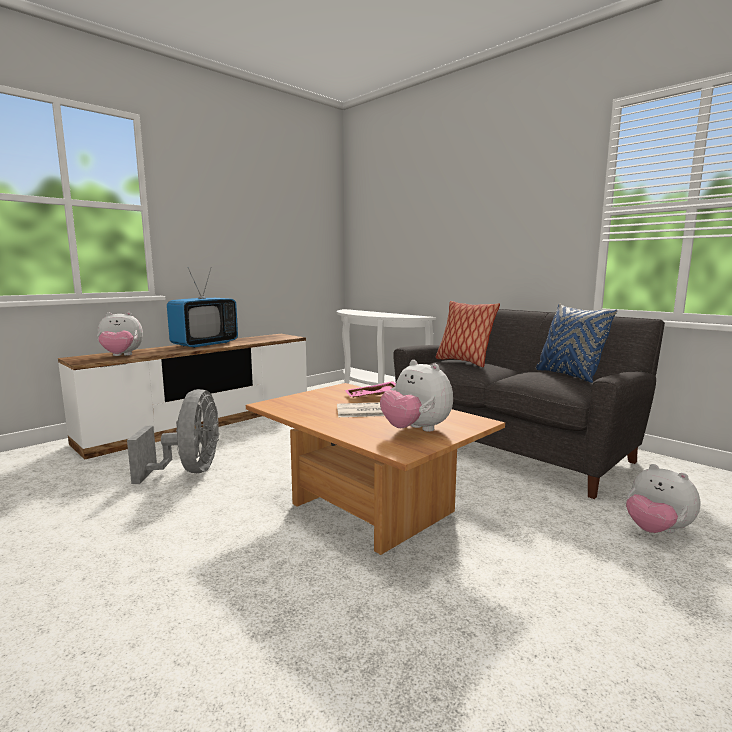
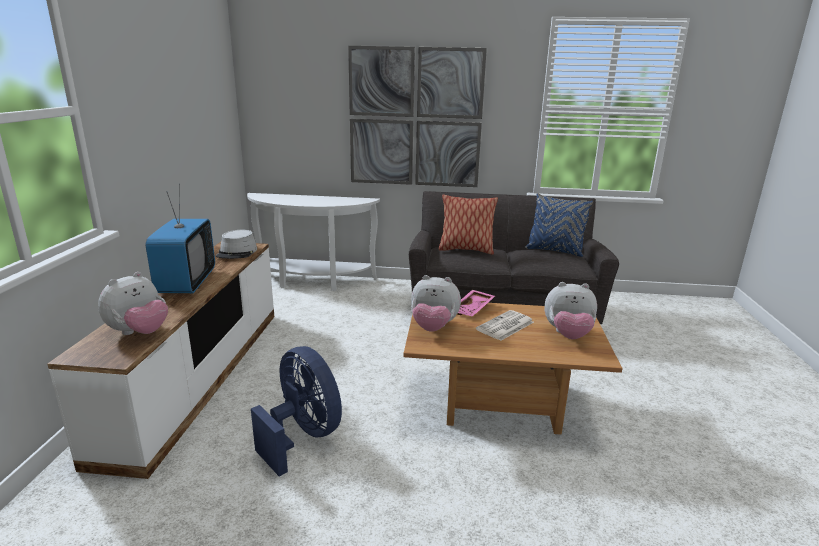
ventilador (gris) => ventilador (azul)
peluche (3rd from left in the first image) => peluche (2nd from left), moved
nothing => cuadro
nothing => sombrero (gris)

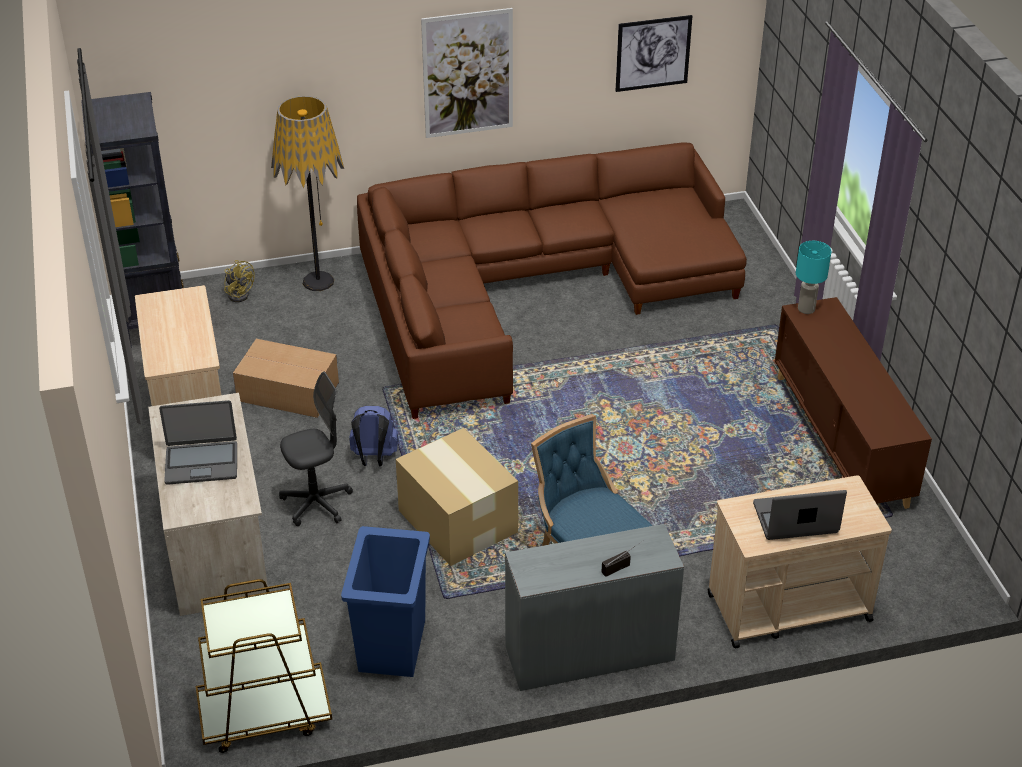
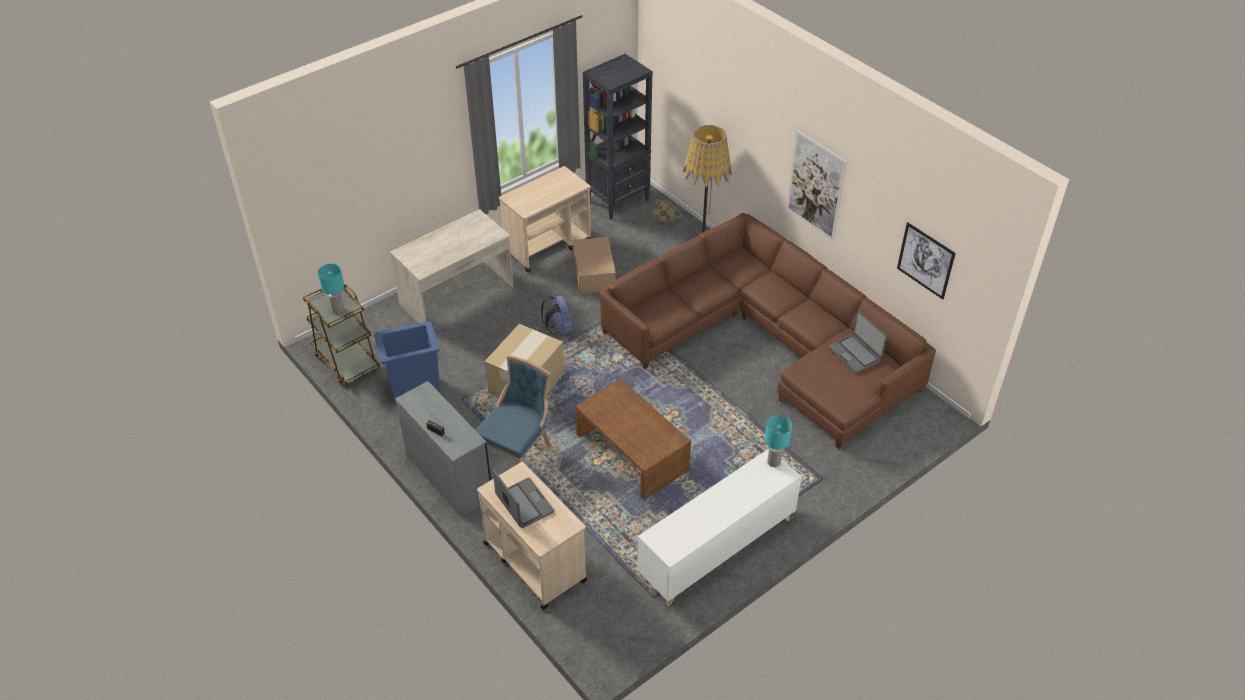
armario (marrón) => armario (blanco)
silla de oficina (gris) => nothing
portátil (1st from left in the first image) => portátil (2nd from left), moved
nothing => lámpara de mesa (turquesa) (1st from left)
nothing => mesa de centro (marrón)

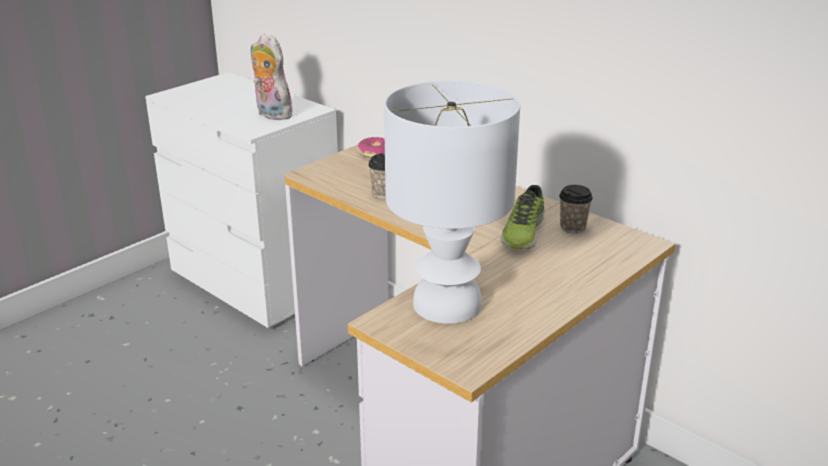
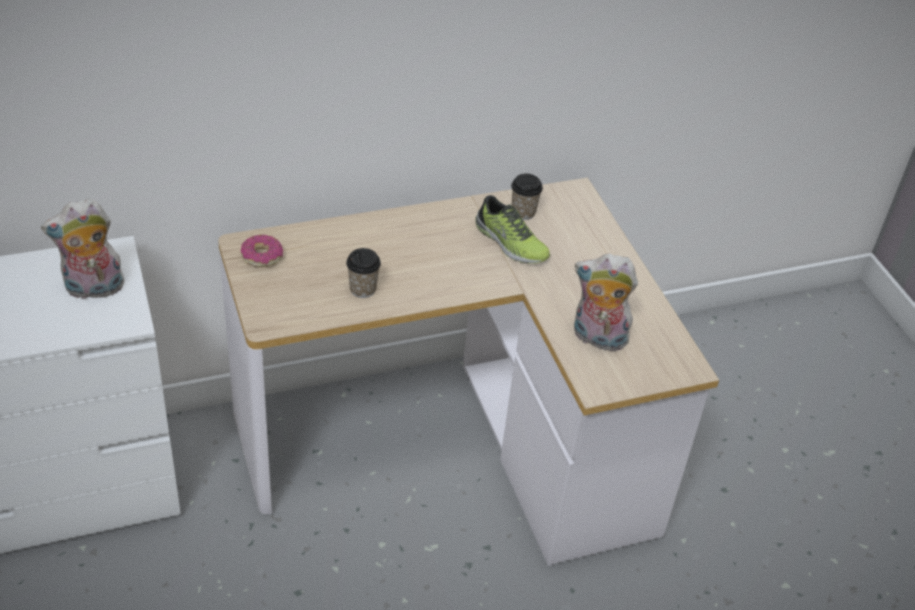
lámpara de mesa (blanco) => peluche (2nd from left)

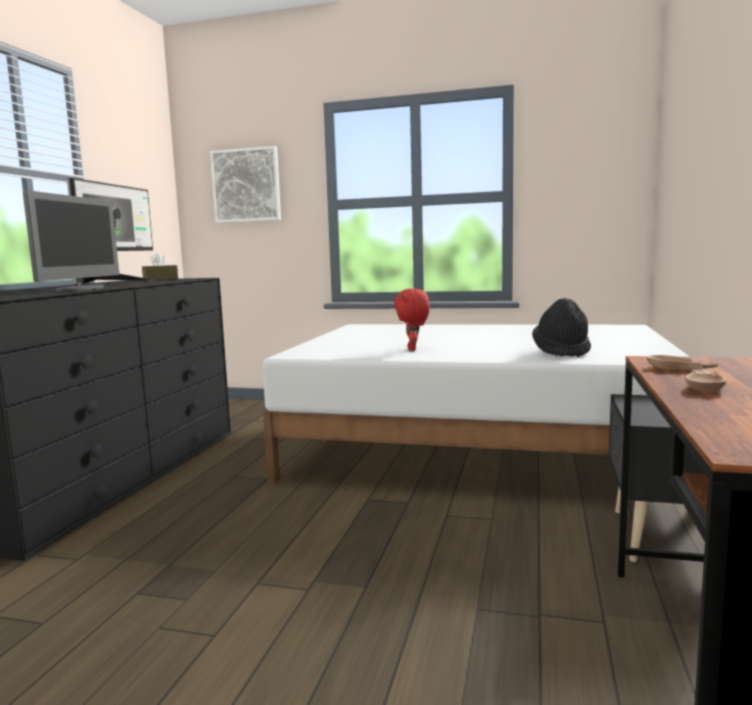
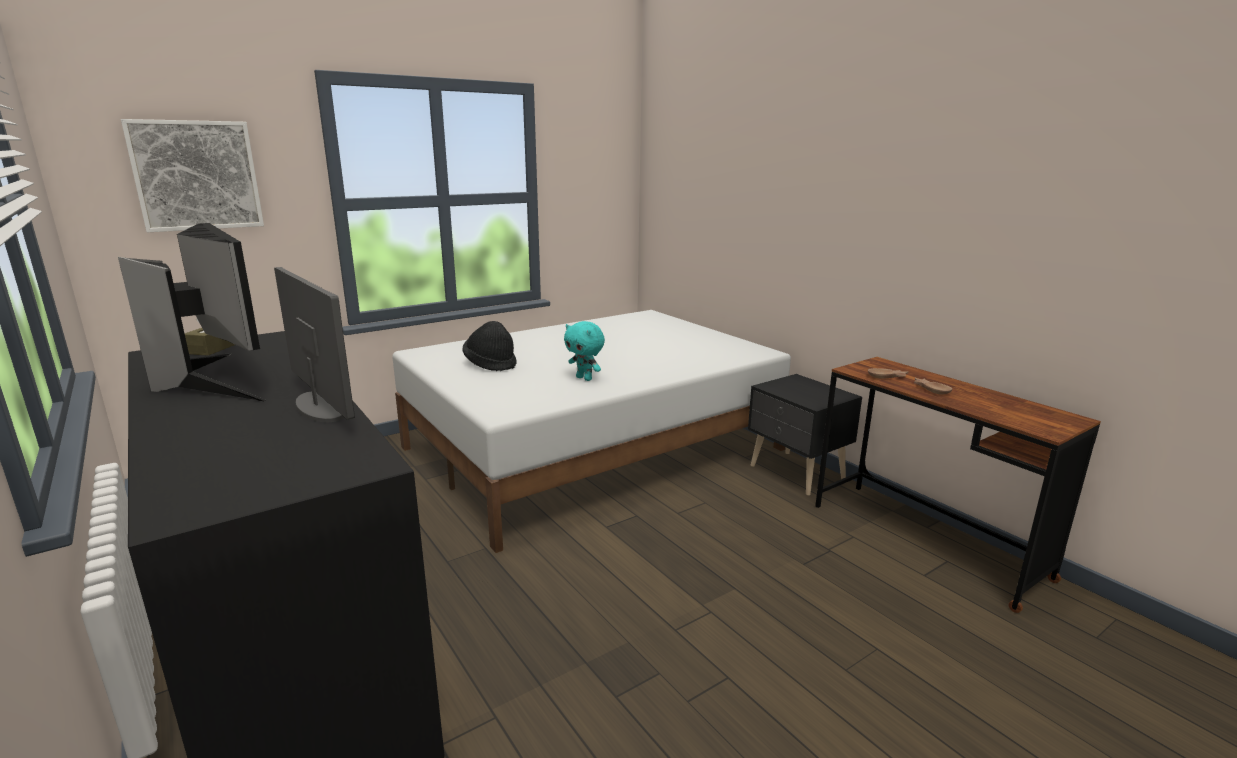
peluche (rojo) => peluche (turquesa)
sombrero (negro), moved

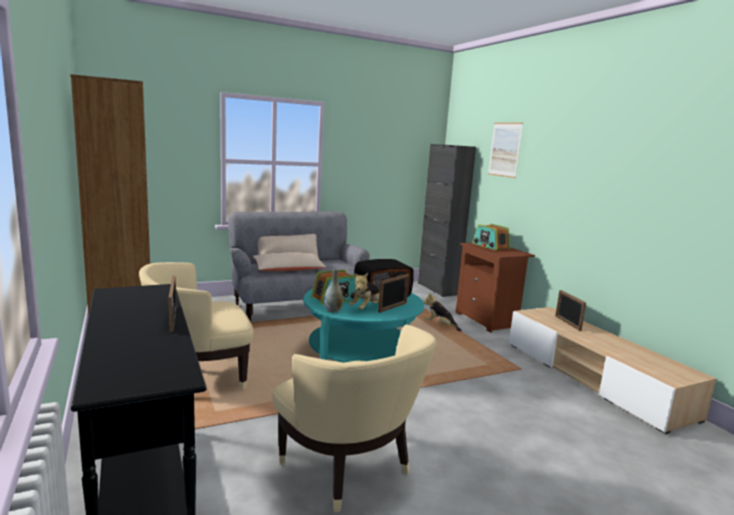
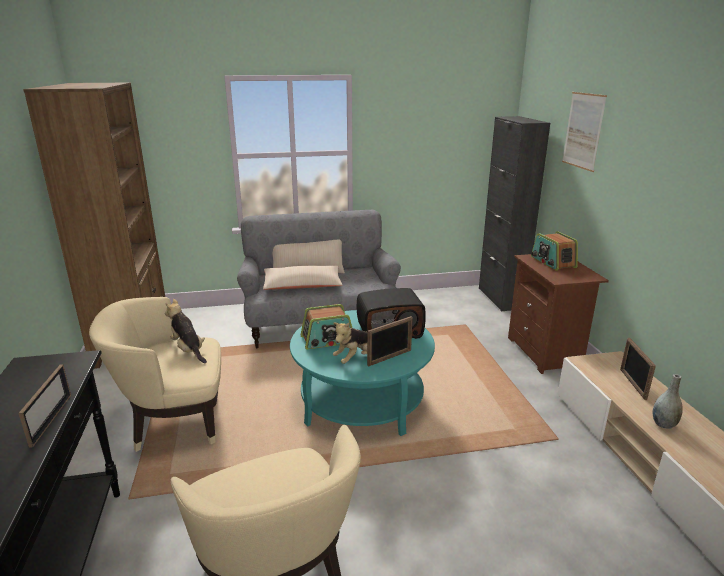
florero (gris), moved
peluche (2nd from left in the first image) => peluche (1st from left), moved

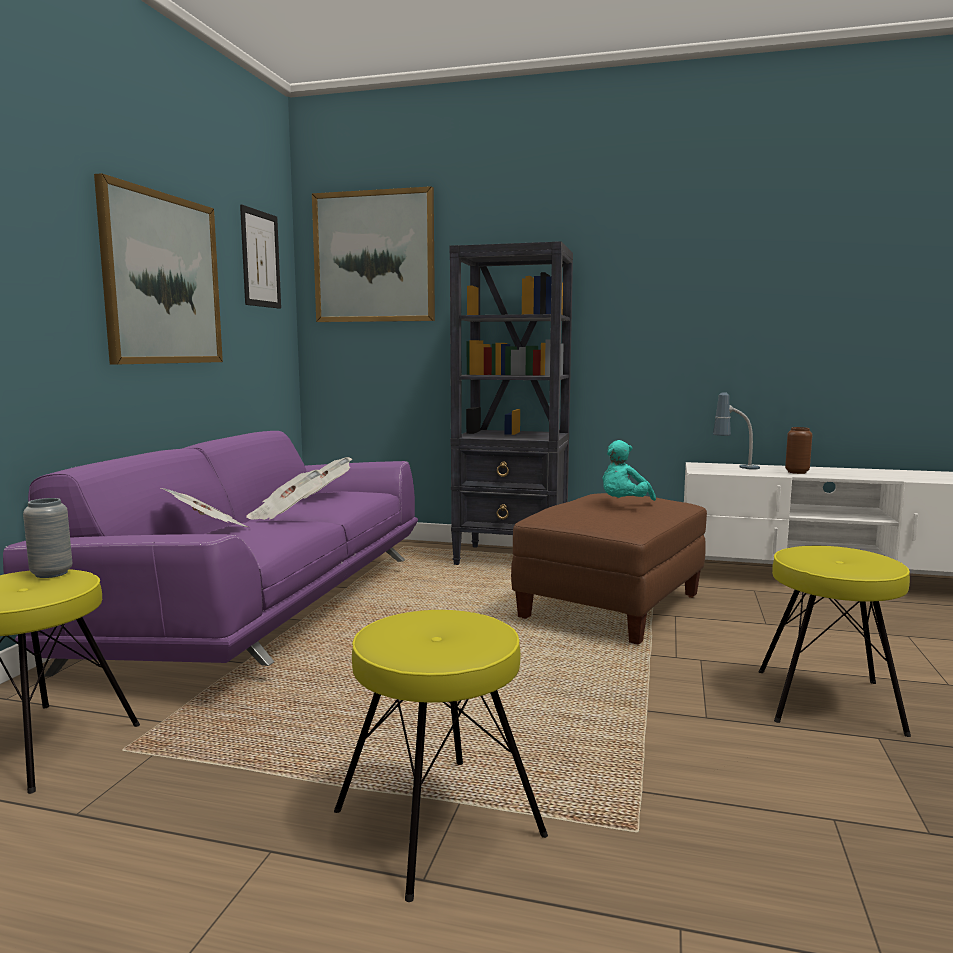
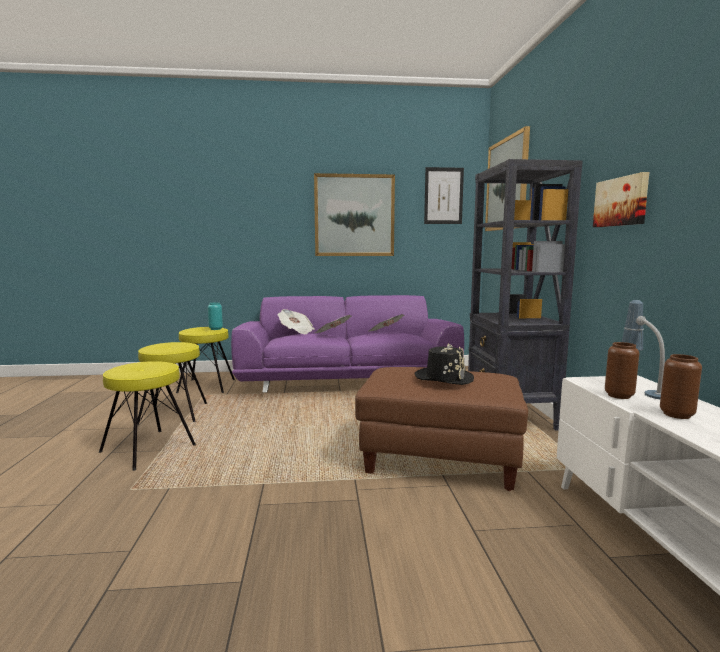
peluche (turquesa) => sombrero (negro)
florero (gris) => florero (turquesa)
taburete (amarillo) (3rd from left in the first image) => taburete (amarillo) (2nd from left), moved
nothing => cuadro (4th from left)
nothing => florero (marrón) (1st from left)

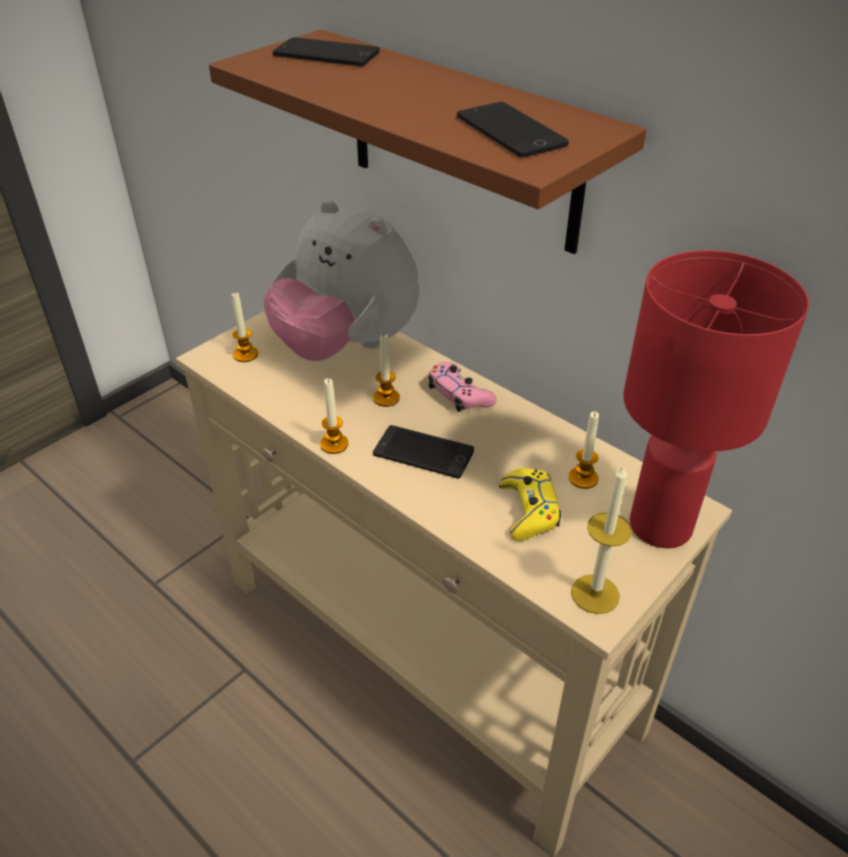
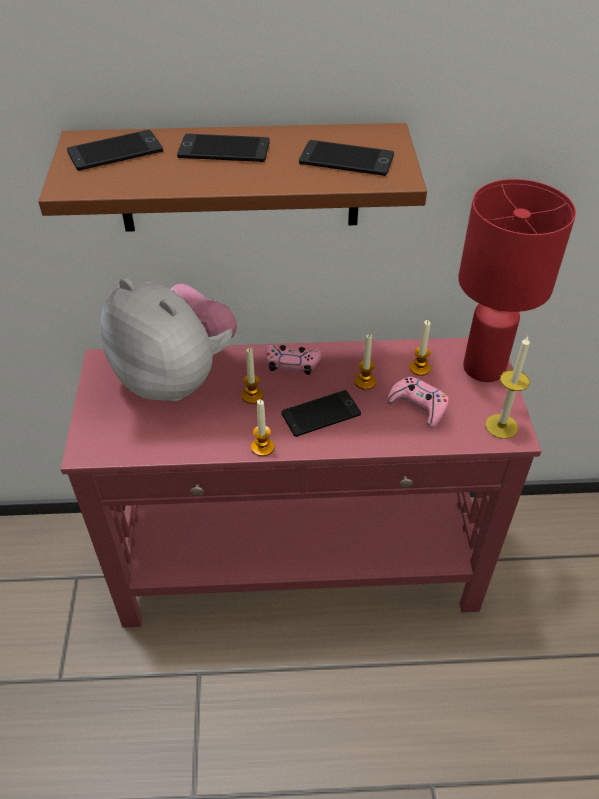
peluche, 135 degrees counterclockwise
vela (1st from left in the first image) => vela (3rd from left), moved
mesa consola (beis) => mesa consola (rojo)
mando de consola (amarillo) => mando de consola (rosa) (2nd from left)
nothing => móvil (2nd from left)

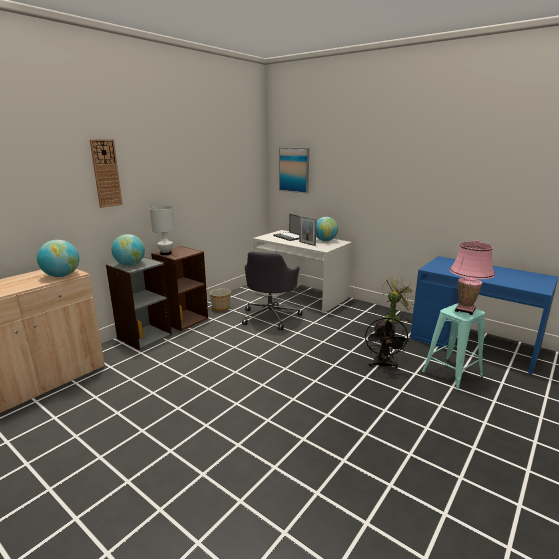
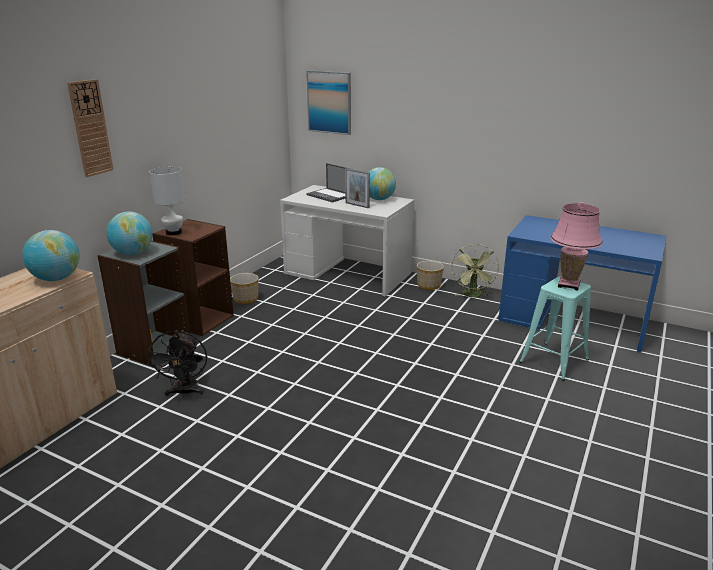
silla de oficina (gris) => nothing
ventilador (verde), 150 degrees clockwise
ventilador (negro), moved
nothing => maceta (2nd from left)

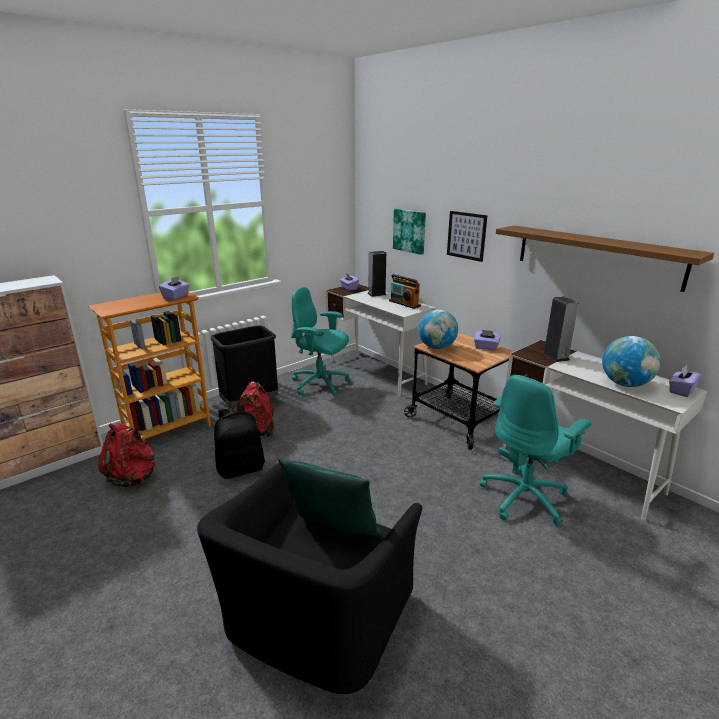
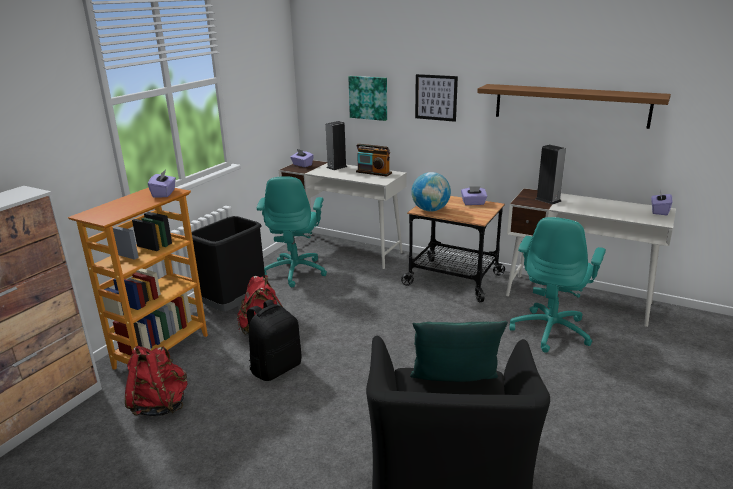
silla de oficina (turquesa) (1st from left), 90 degrees counterclockwise
globo terráqueo (2nd from left) => nothing

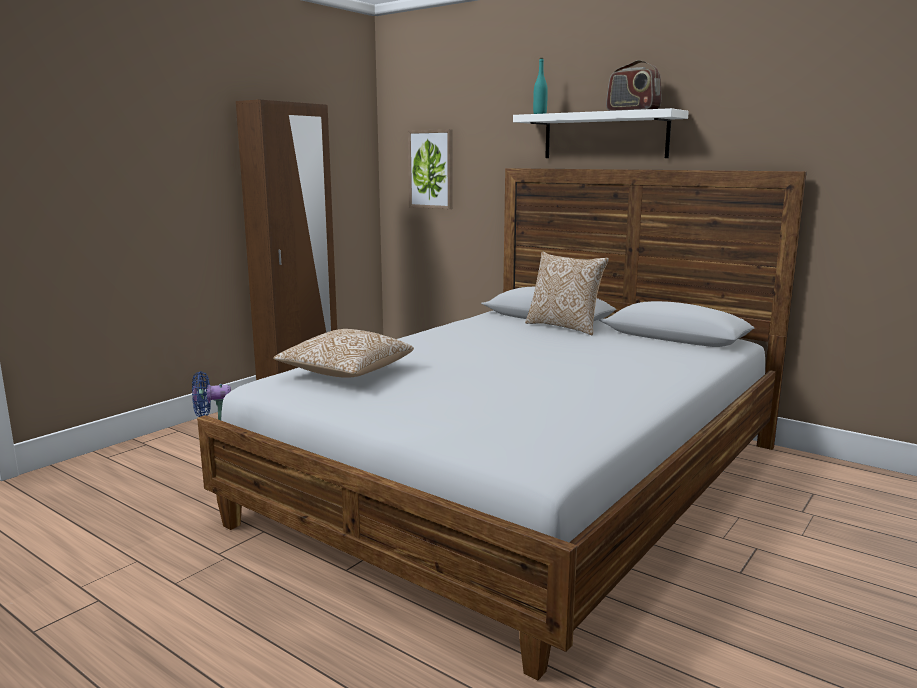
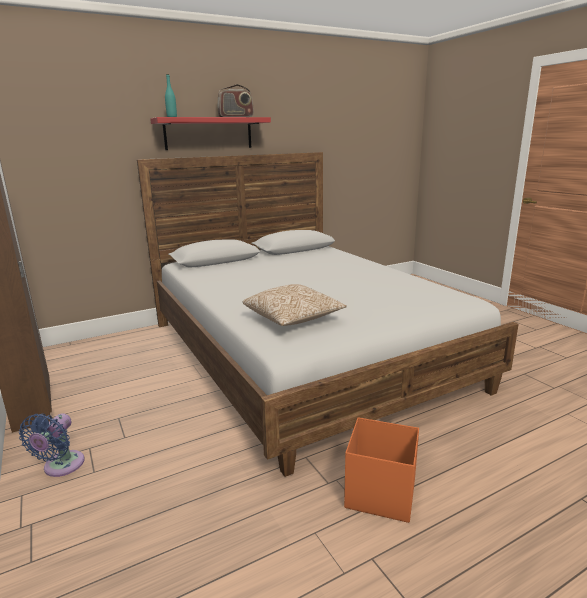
estante (blanco) => estante (rojo)
cuadro => nothing
cojín (2nd from left) => nothing
nothing => caja de almacenaje (naranja)

